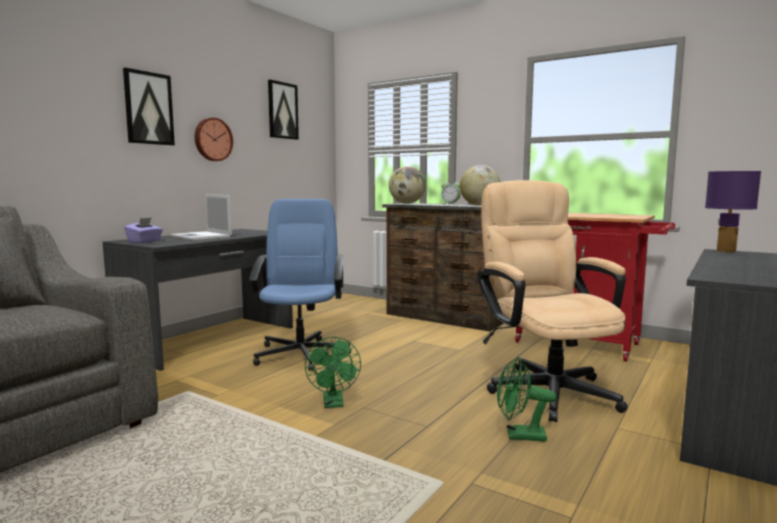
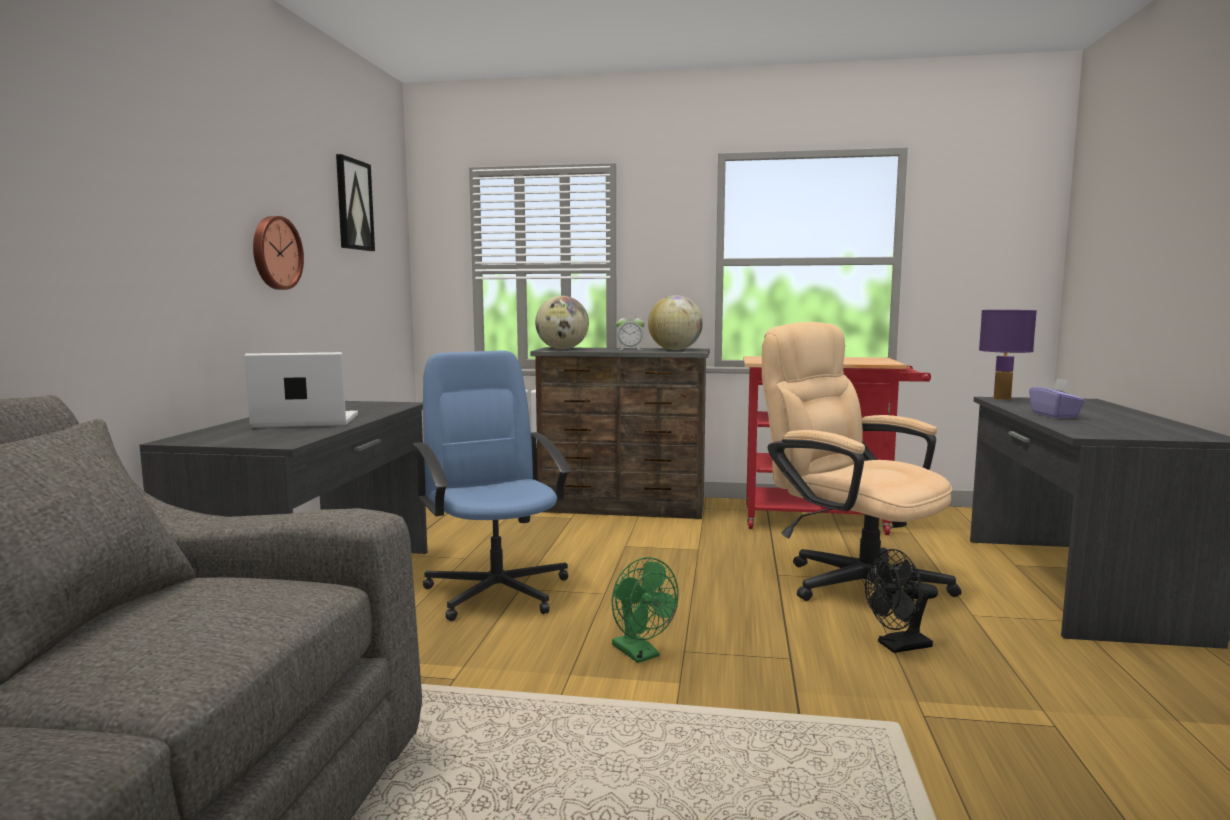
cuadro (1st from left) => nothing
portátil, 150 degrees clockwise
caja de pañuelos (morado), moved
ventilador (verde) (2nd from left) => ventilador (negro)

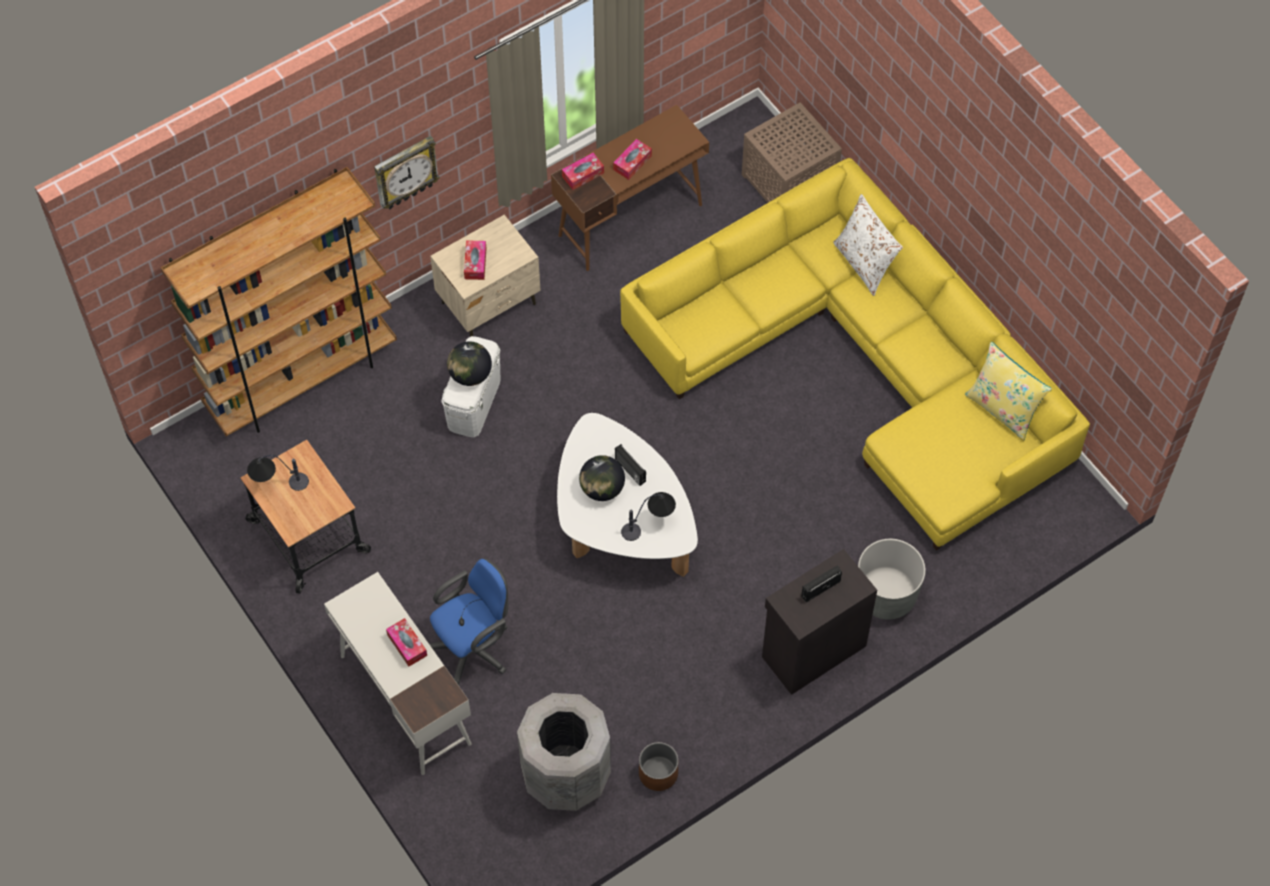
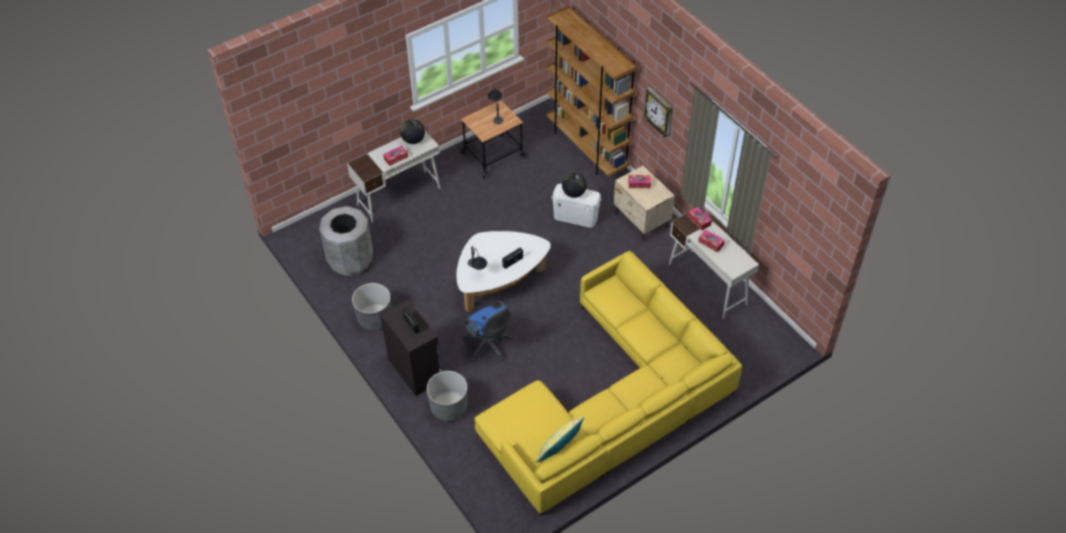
mesa auxiliar (marrón) => nothing
escritorio (marrón) => escritorio (blanco) (2nd from left)
cojín (blanco) => nothing
globo terráqueo (2nd from left in the first image) => globo terráqueo (1st from left), moved
silla de oficina (azul), moved
maceta (marrón) => nothing
nothing => maceta (gris) (1st from left)

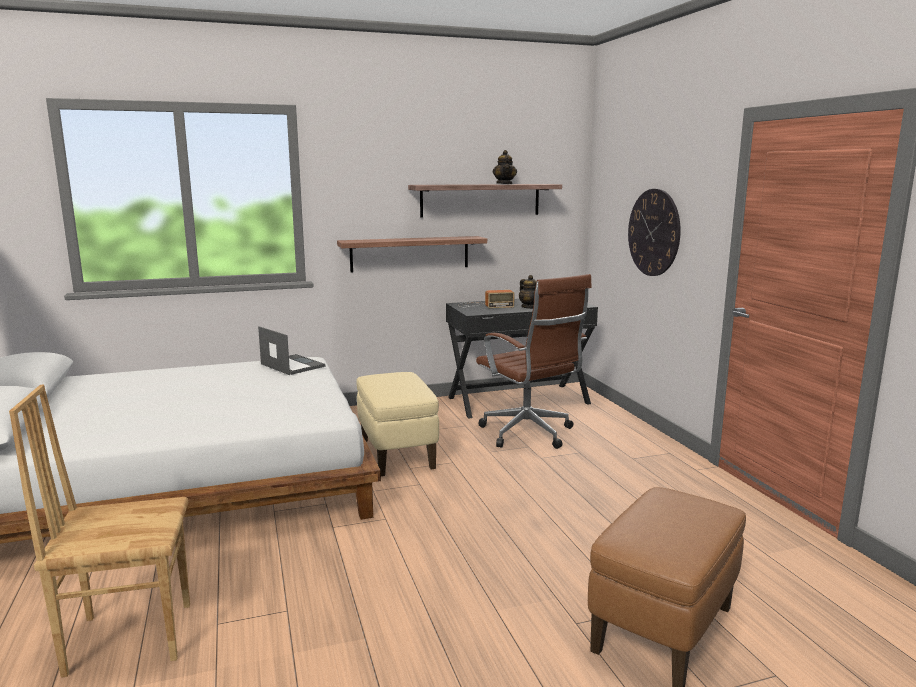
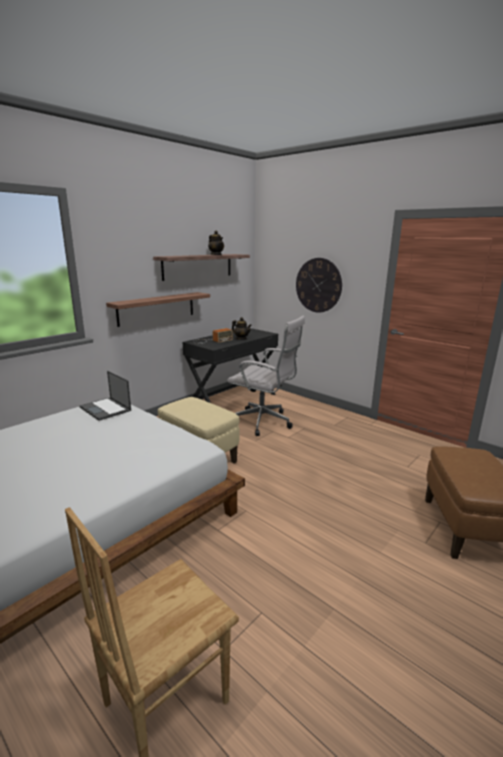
silla de oficina (marrón) => silla de oficina (blanco)
portátil, 150 degrees counterclockwise

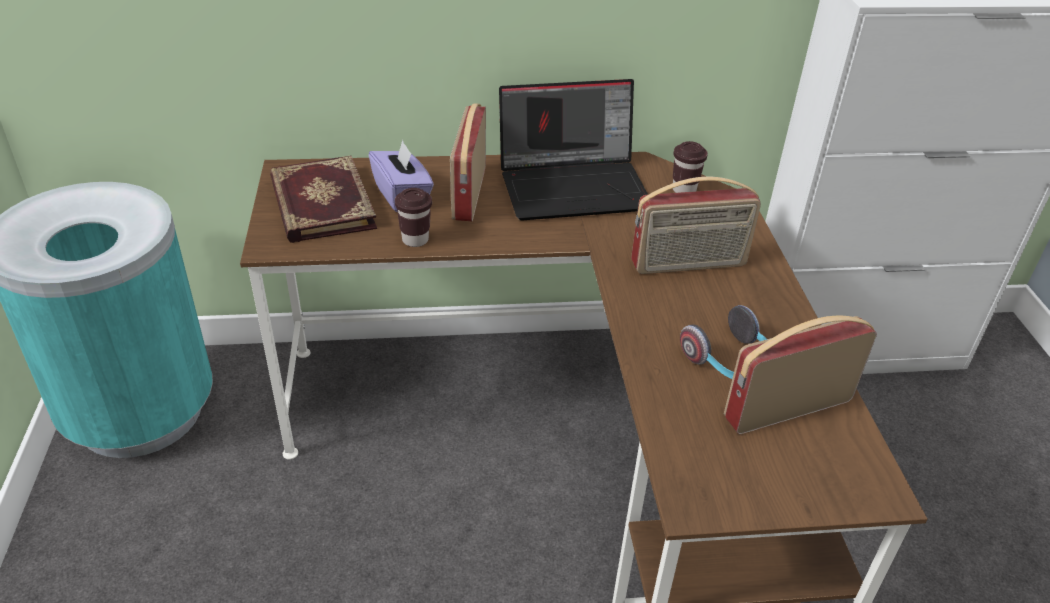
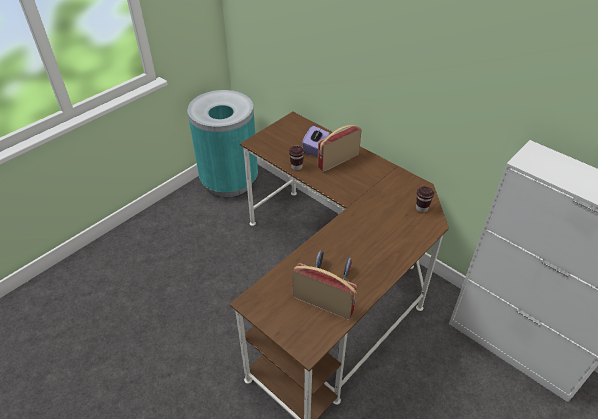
portátil => nothing
libro => nothing
radio (2nd from left) => nothing

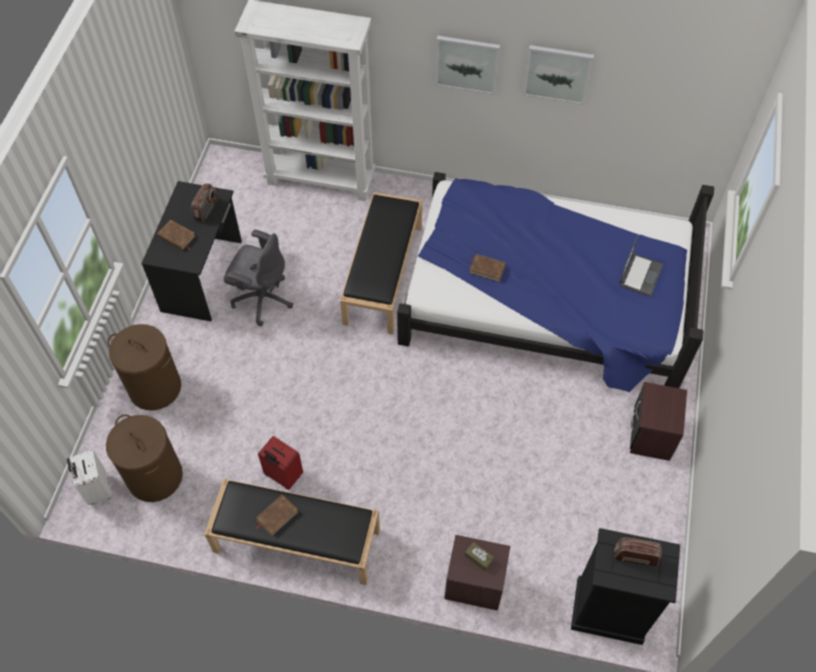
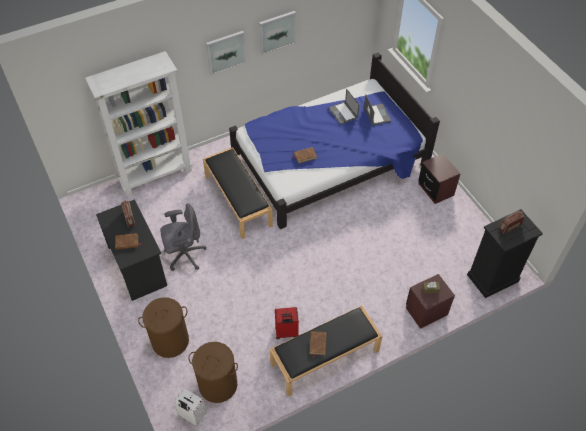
nothing => portátil (1st from left)

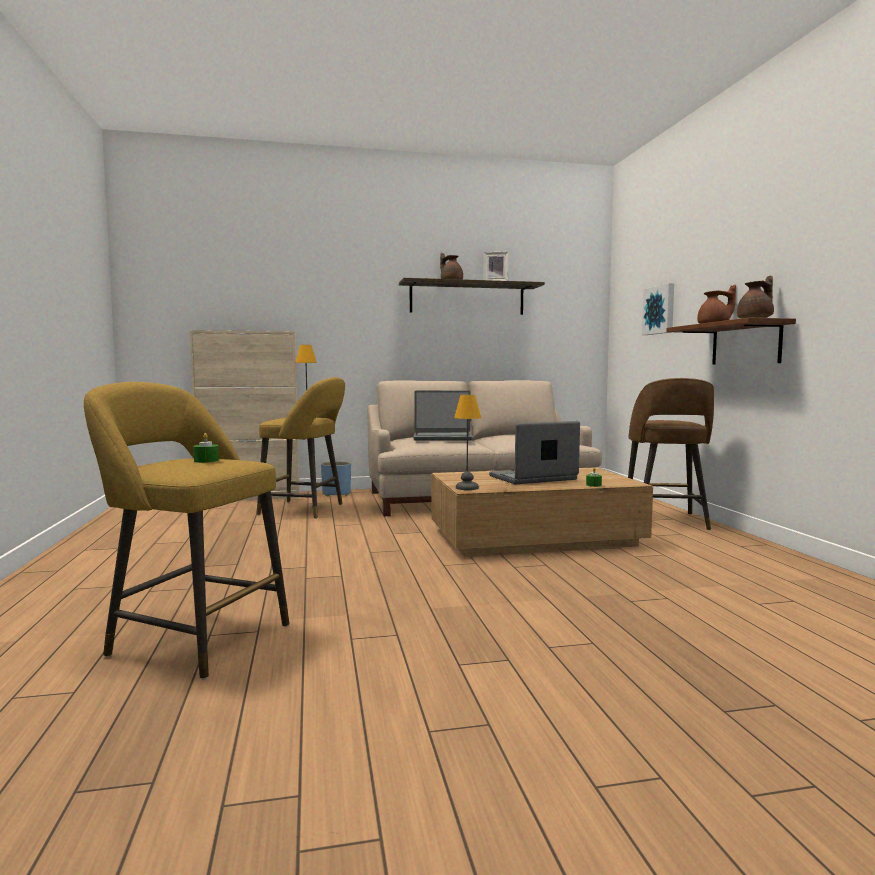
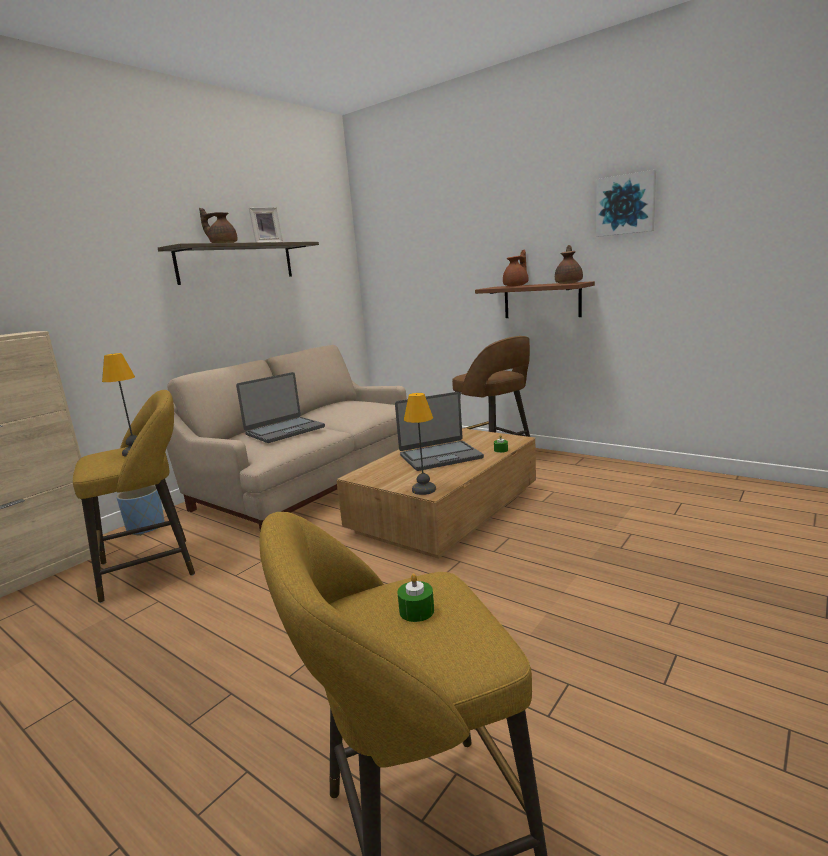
cuadro, moved
portátil (2nd from left), 135 degrees counterclockwise

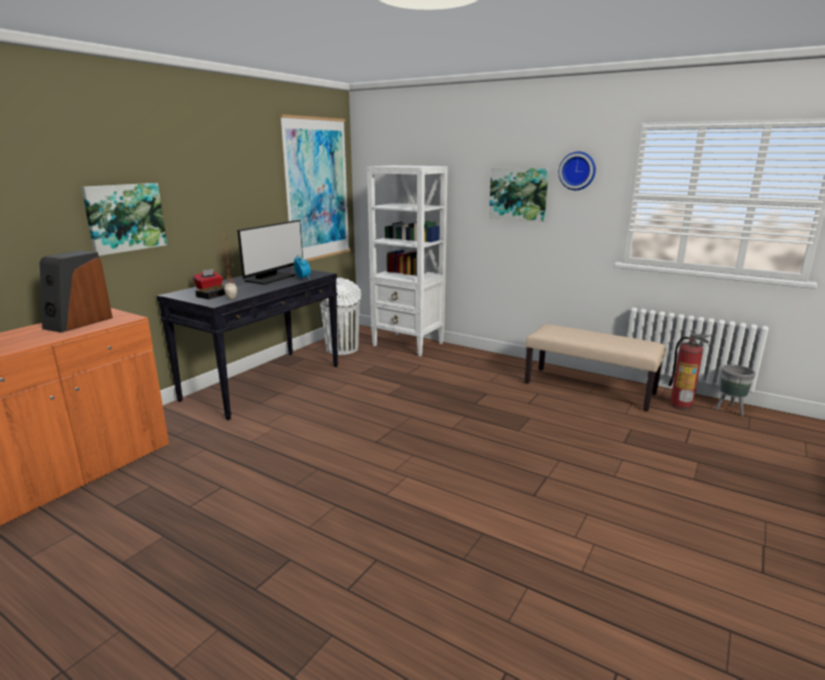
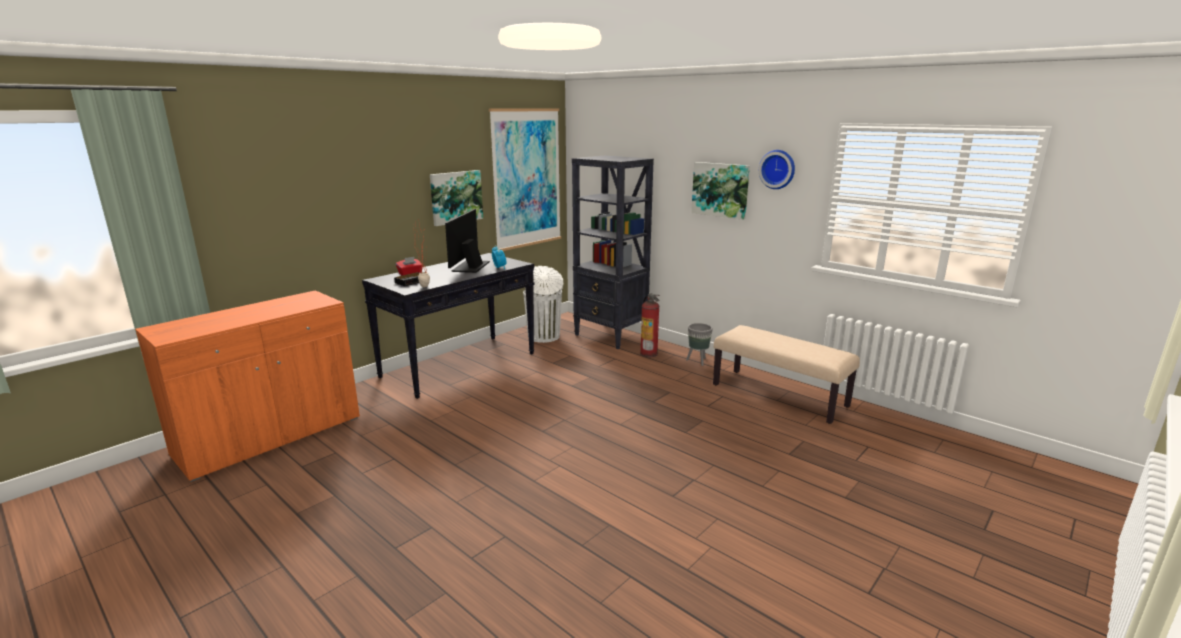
estantería (blanco) => estantería (negro)
cuadro (1st from left), moved
monitor, 150 degrees clockwise
altavoz => nothing
extintor, moved
maceta (gris), moved

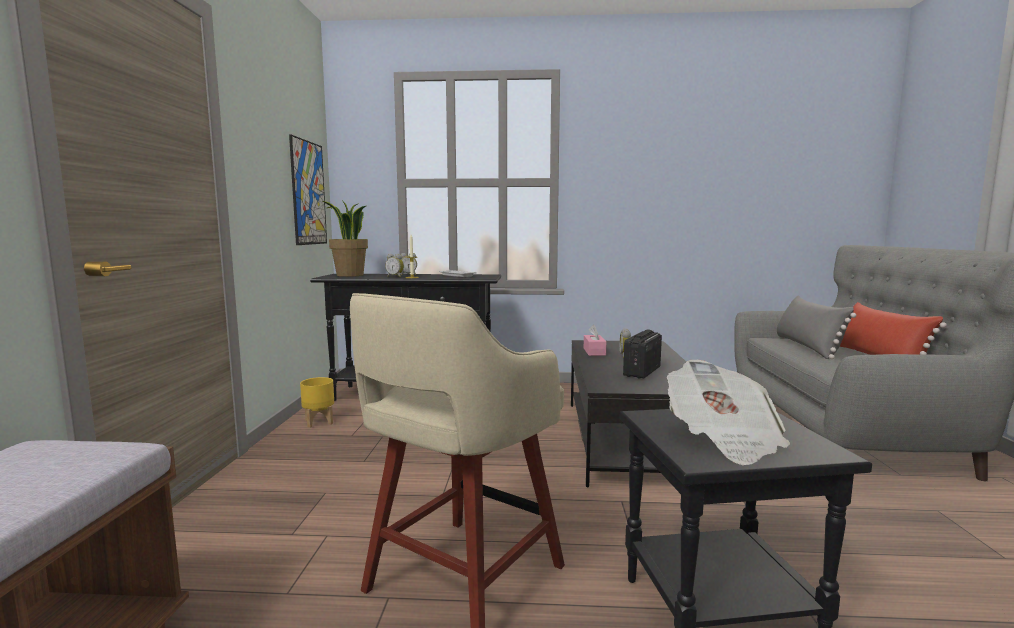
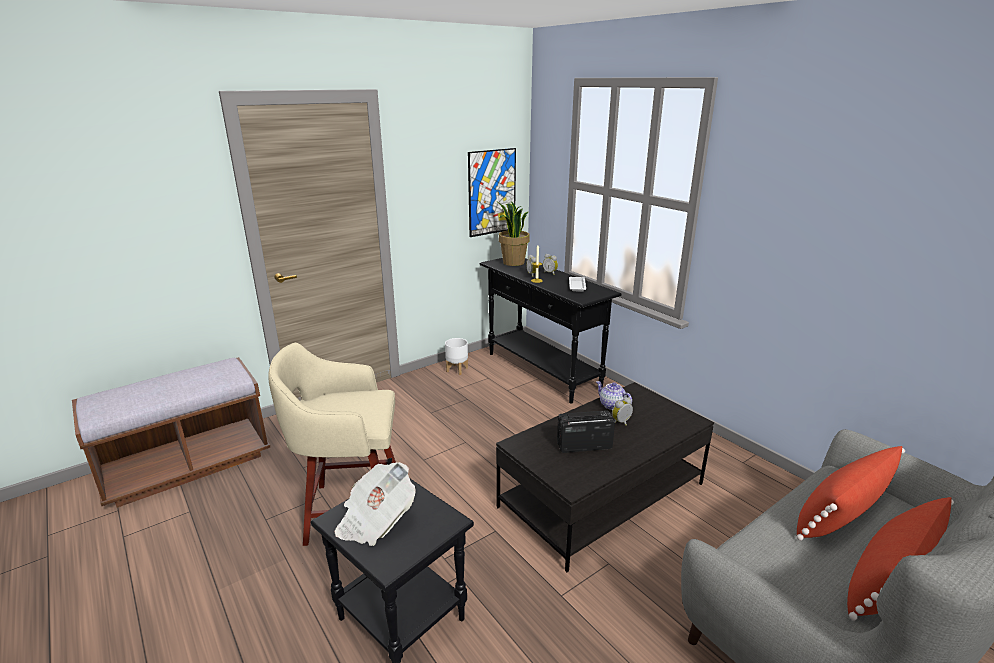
cojín (gris) => cojín (rojo) (1st from left)
caja de pañuelos (rosa) => tetera
maceta (amarillo) => maceta (blanco)

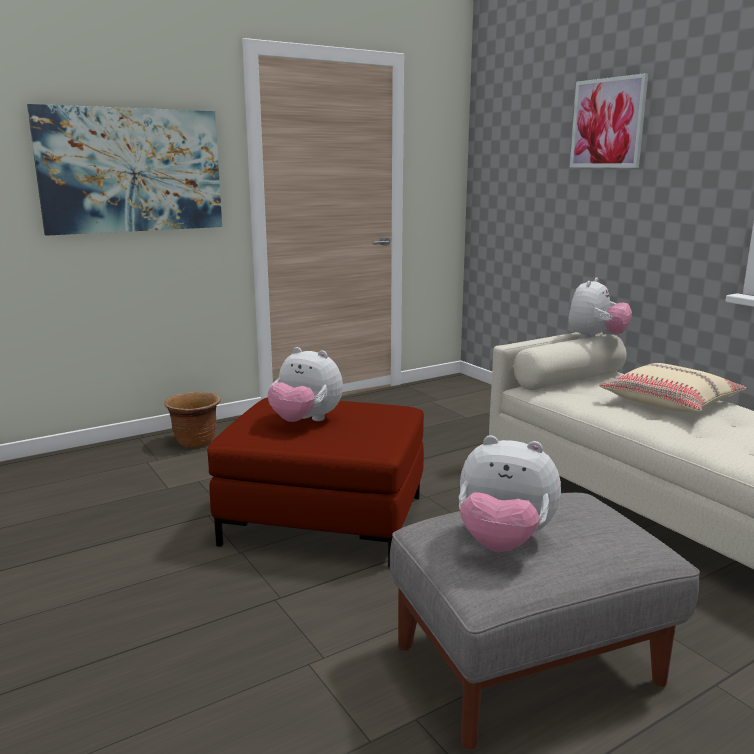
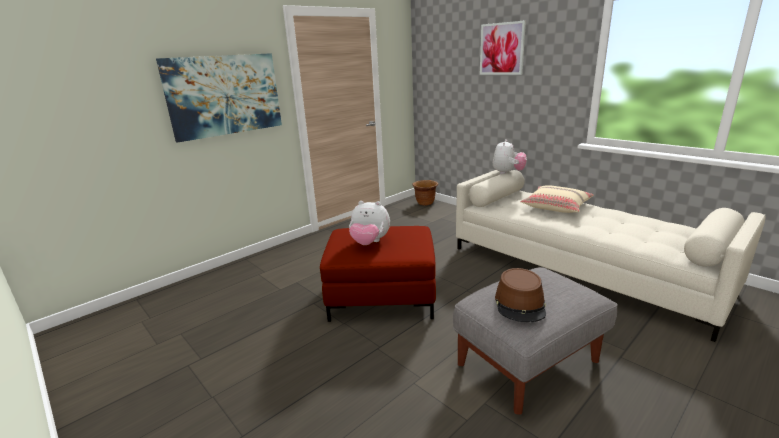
maceta (marrón), moved
peluche (2nd from left) => sombrero (marrón)

